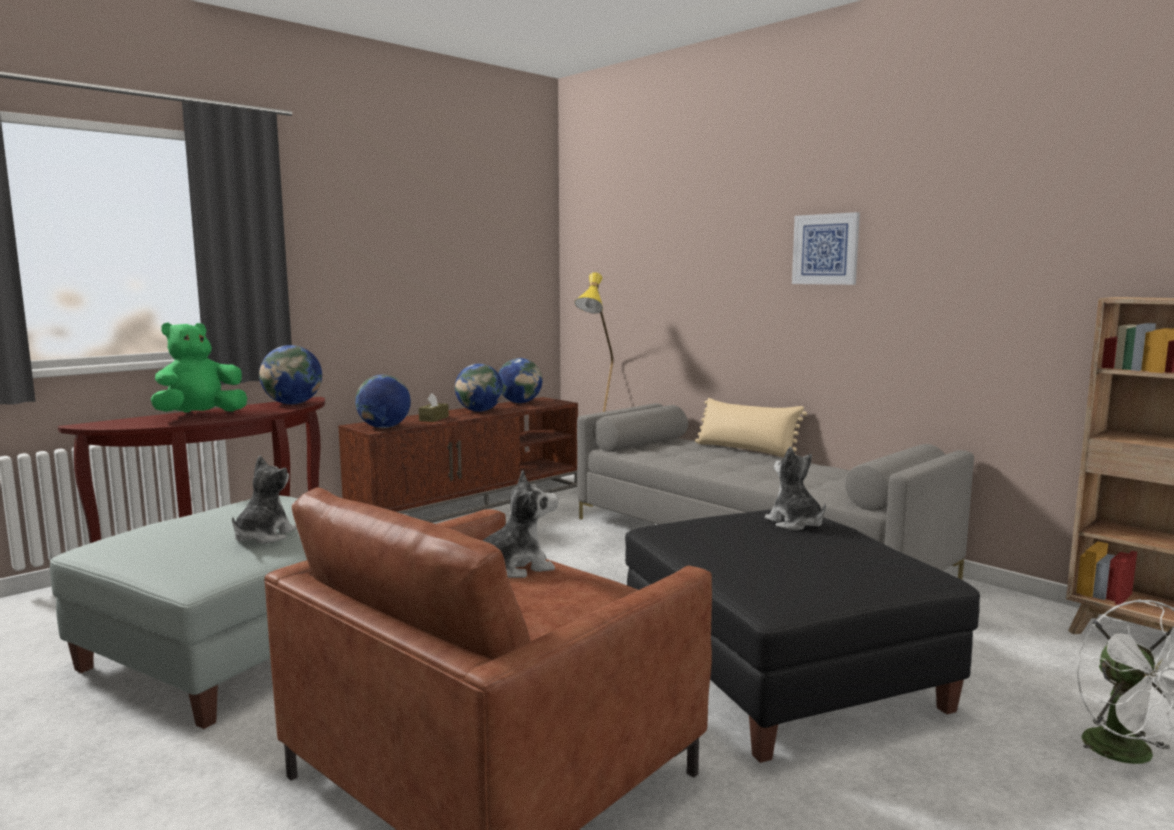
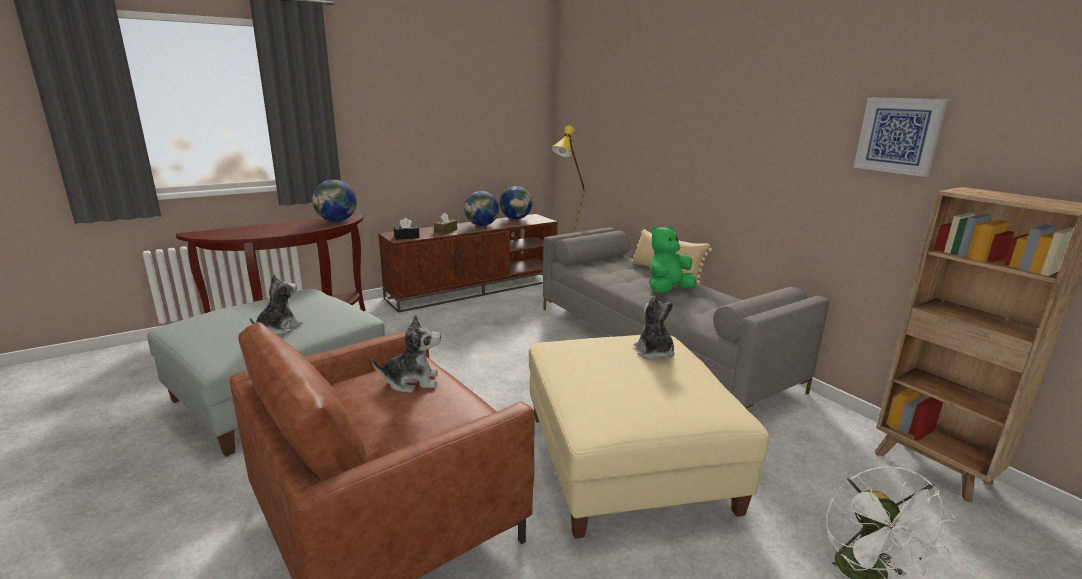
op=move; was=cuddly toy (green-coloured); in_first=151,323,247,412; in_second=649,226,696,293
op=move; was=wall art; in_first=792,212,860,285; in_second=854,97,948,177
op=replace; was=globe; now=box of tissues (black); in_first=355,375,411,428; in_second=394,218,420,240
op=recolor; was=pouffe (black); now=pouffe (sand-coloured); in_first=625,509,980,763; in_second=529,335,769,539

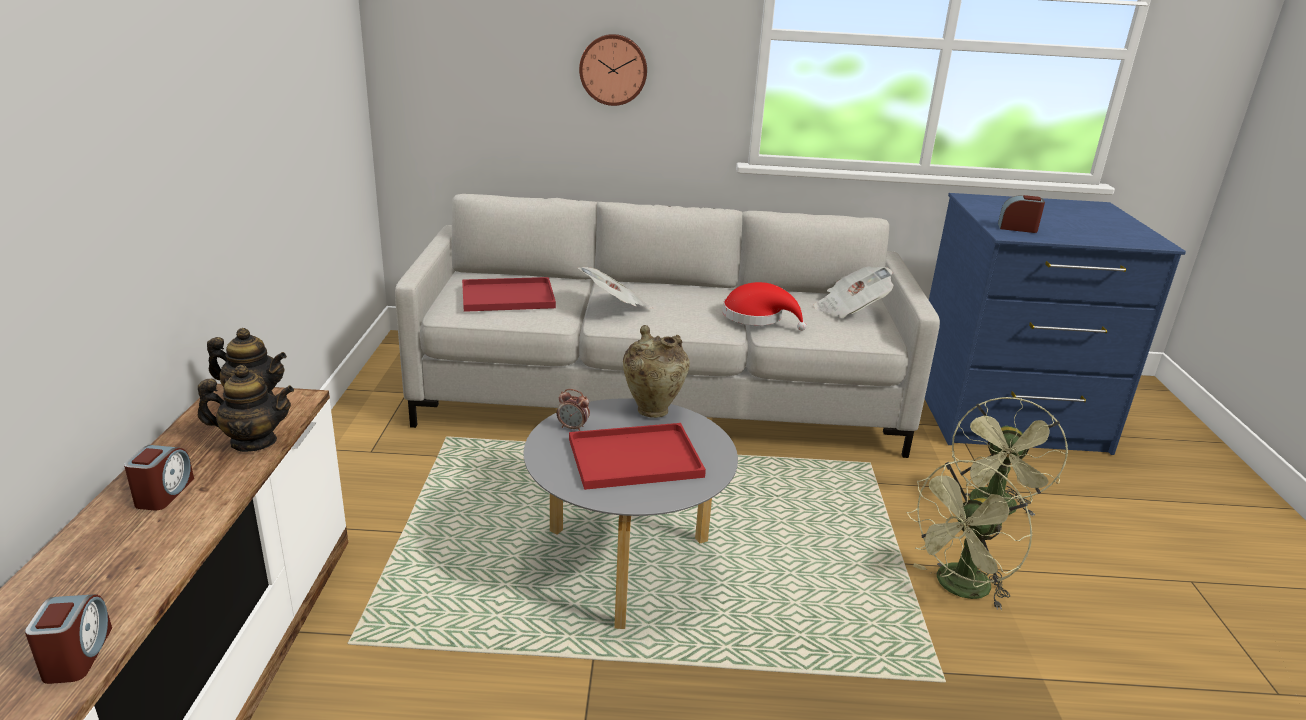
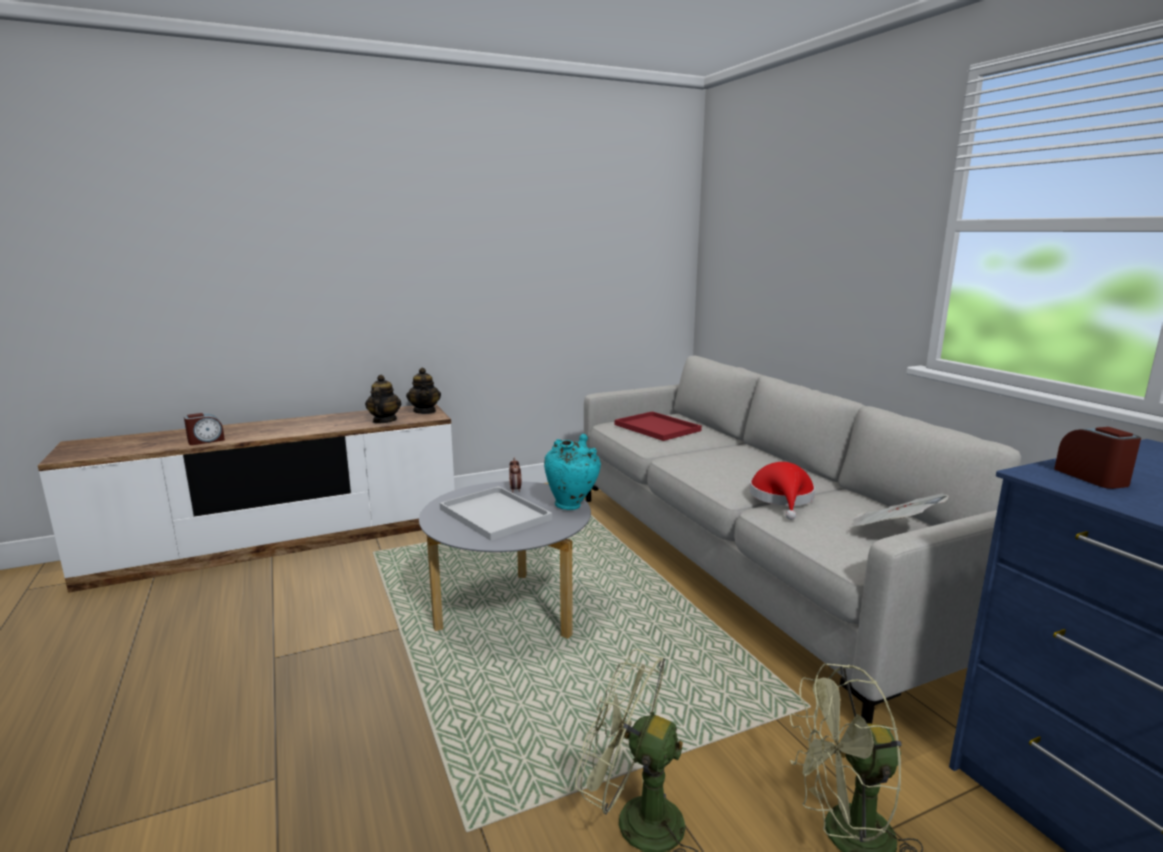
op=delete; was=alarm clock; in_first=124,445,194,511
op=delete; was=daily paper; in_first=578,267,653,309
op=delete; was=clock on the wall; in_first=579,34,647,106
op=recolor; was=serving tray (red-coloured); now=serving tray (white-coloured); in_first=569,423,706,490; in_second=440,486,552,541
op=recolor; was=vase (sand-coloured); now=vase (turquoise); in_first=623,325,690,418; in_second=544,434,601,510
op=rotate; was=teapot; in_first=198,365,294,452; in_second=365,375,401,424; clockwise=-150

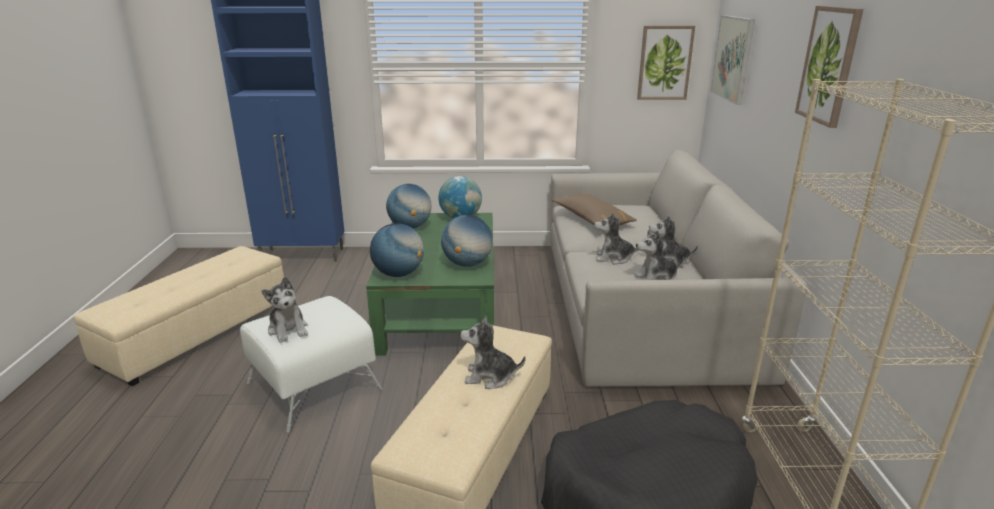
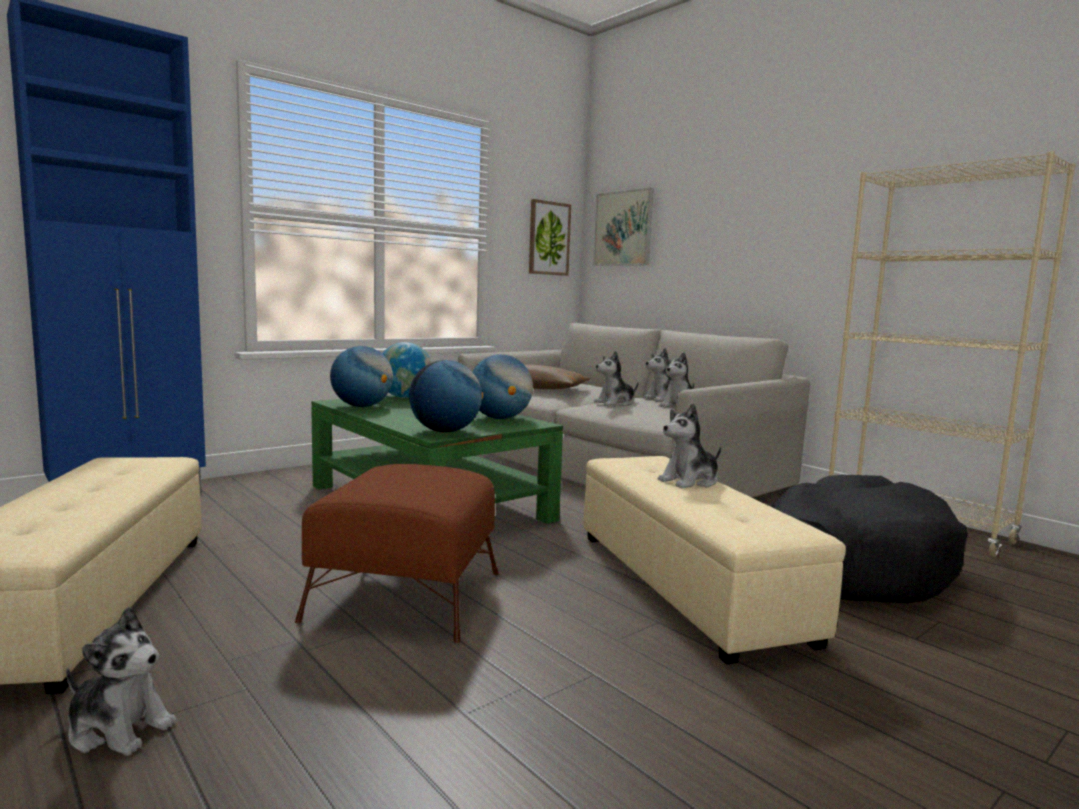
op=delete; was=wall art; in_first=795,6,863,128
op=move; was=cuddly toy; in_first=261,277,308,343; in_second=66,607,177,756
op=recolor; was=pouffe (white-coloured); now=pouffe (brownish); in_first=240,296,383,432; in_second=295,464,498,643

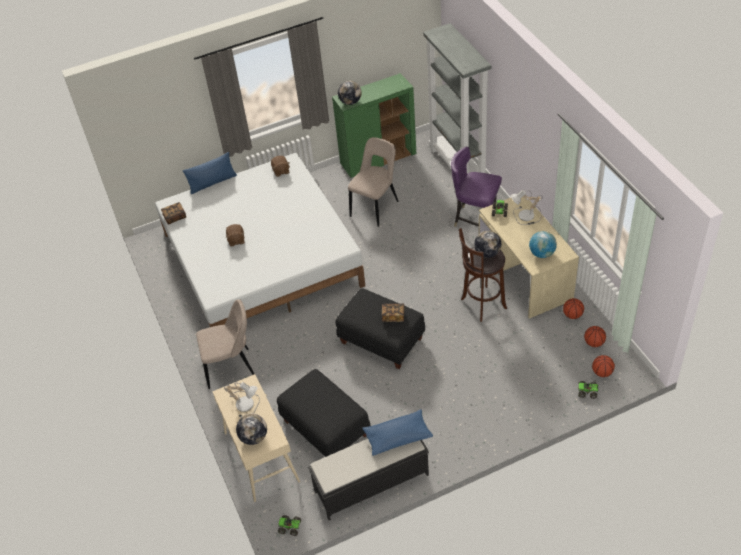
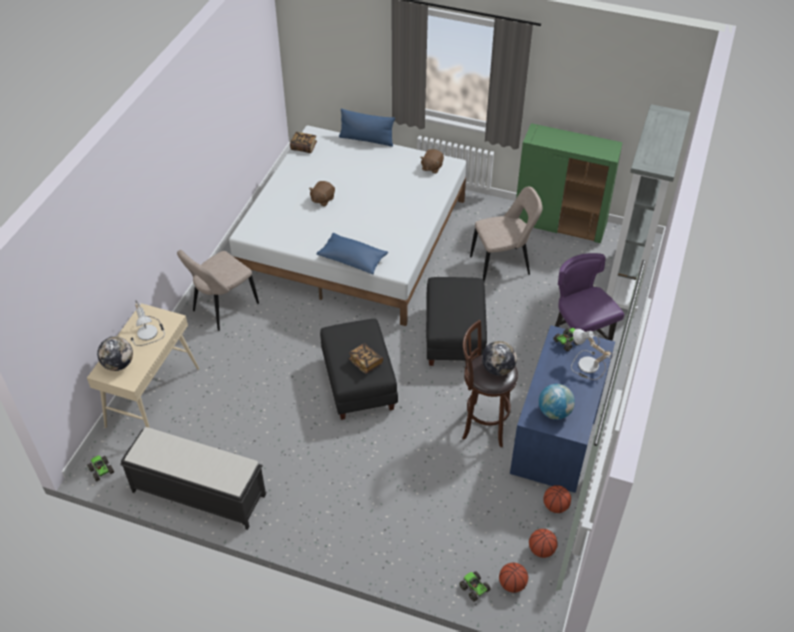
op=delete; was=globe; in_first=338,81,362,105
op=move; was=pouffe (black); in_first=277,369,370,457; in_second=426,277,487,366
op=move; was=cushion (blue); in_first=362,409,433,456; in_second=317,233,388,274
op=recolor; was=desk table (sand-coloured); now=desk table (blue); in_first=479,197,579,319; in_second=510,325,615,493
op=rotate; was=chair (sand-coloured); in_first=196,299,254,389; in_second=177,250,259,331; clockwise=105

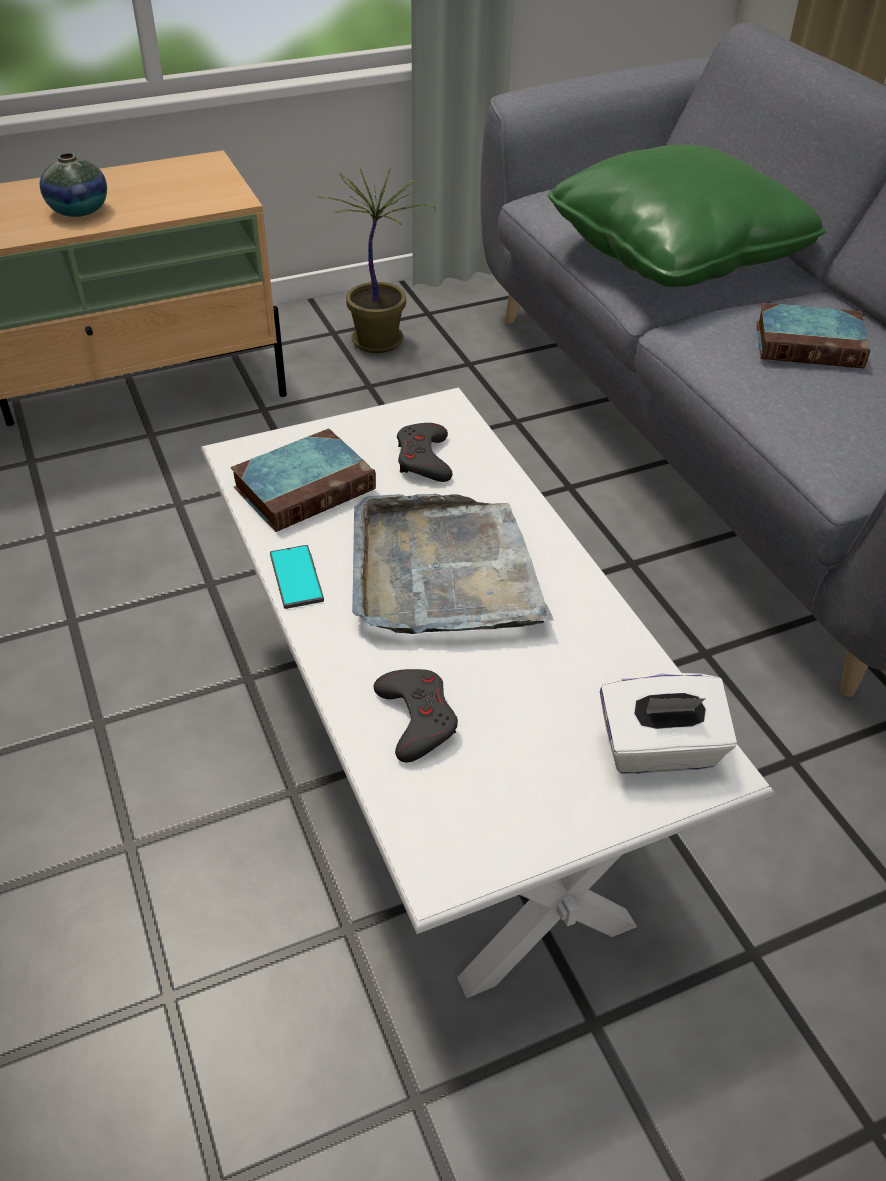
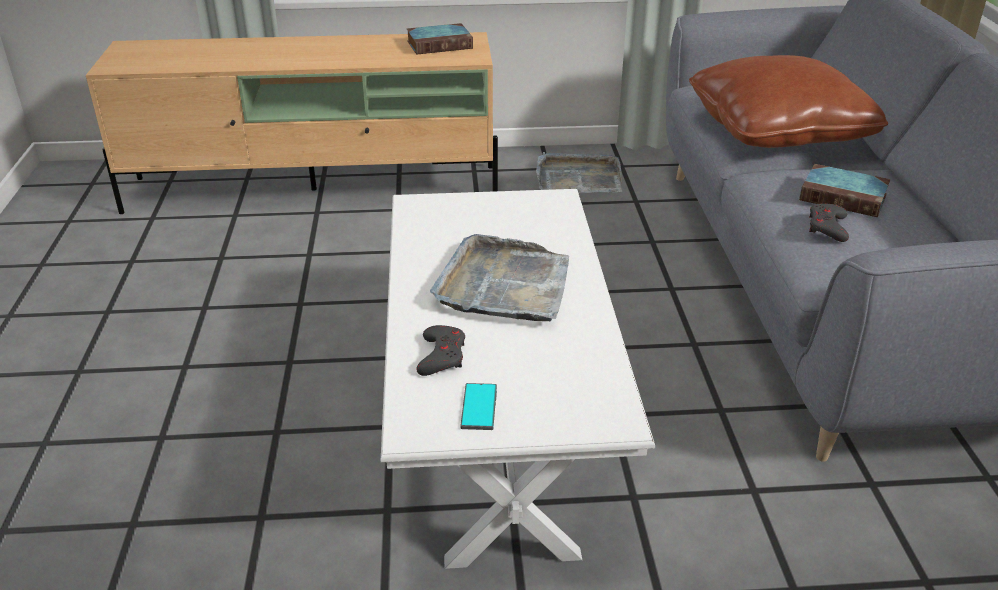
op=delete; was=vase; in_first=40,153,107,217
op=delete; was=box of tissues (white-coloured); in_first=600,673,737,774
op=move; was=bound book; in_first=230,428,376,532; in_second=407,23,473,55
op=move; was=phone; in_first=270,545,324,609; in_second=460,383,497,430
op=move; was=gamepad (grey); in_first=397,423,453,482; in_second=809,204,849,242
op=replace; was=potted plant; now=serving tray (grey); in_first=317,168,436,353; in_second=536,152,622,193
op=recolor; was=cushion (green-coloured); now=cushion (brownish); in_first=548,144,826,287; in_second=689,55,888,148

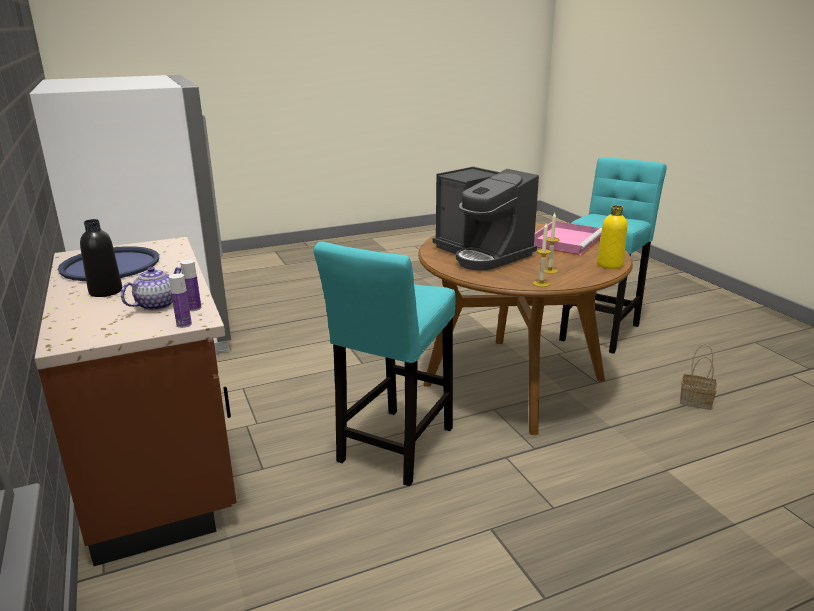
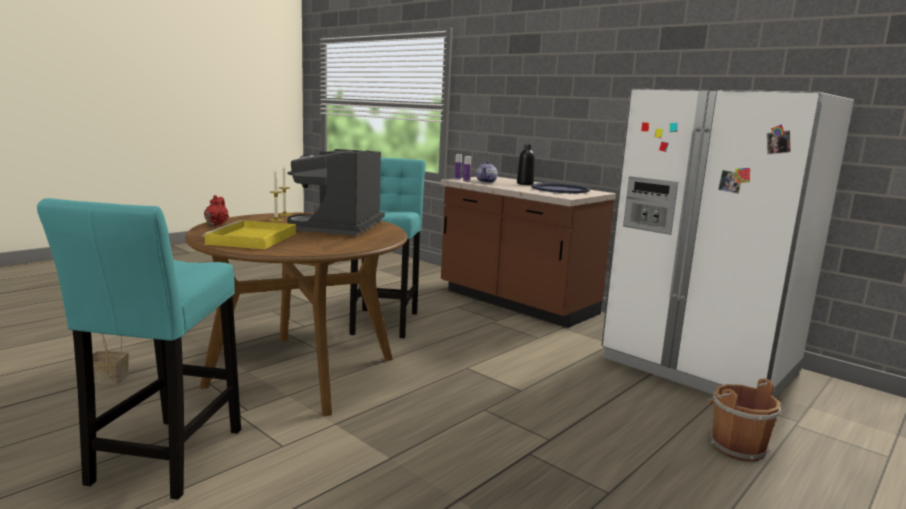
op=insert; now=pail (brownish); in_second=706,378,781,461
op=replace; was=drink bottle (yellow); now=teapot (red-coloured); in_first=597,206,627,269; in_second=204,195,229,226
op=recolor; was=serving tray (pinkish); now=serving tray (yellow); in_first=534,221,602,255; in_second=202,220,296,249
op=rotate; was=coffee brewer; in_first=432,167,539,270; in_second=287,149,385,236; clockwise=-105

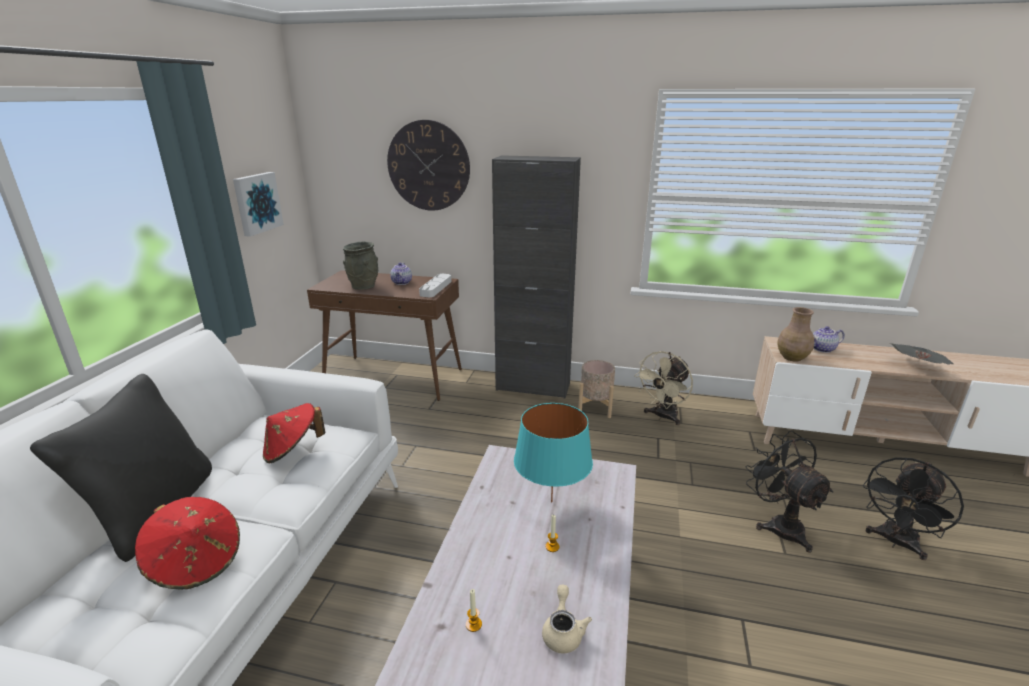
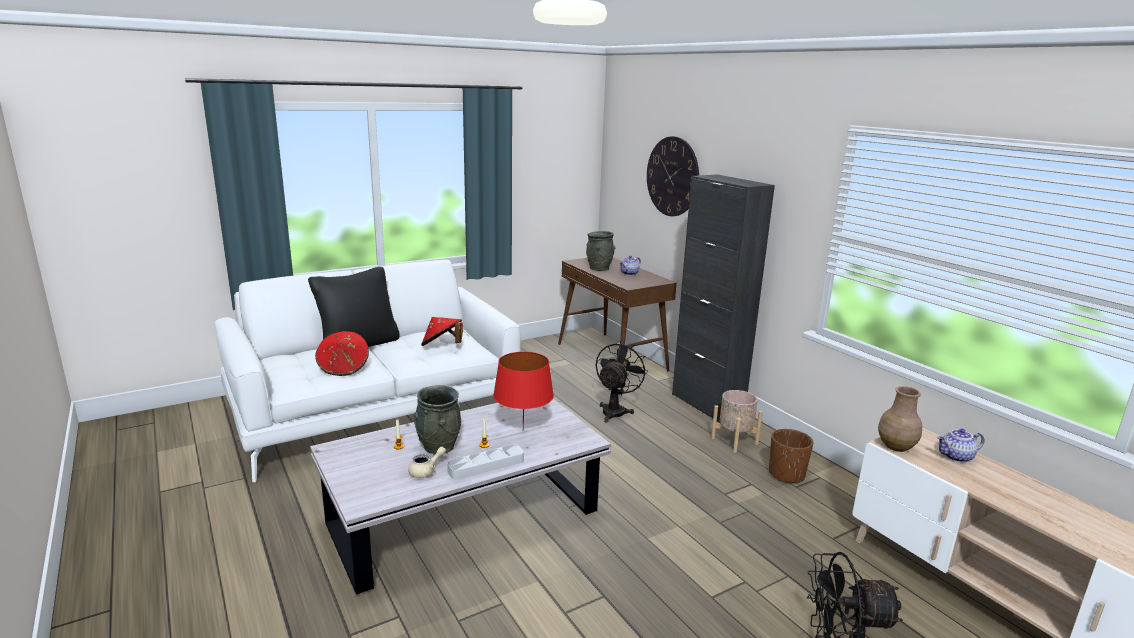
op=delete; was=wall art; in_first=233,172,284,237
op=delete; was=daily paper; in_first=890,343,954,365
op=insert; now=vase (grey); in_second=414,385,461,454
op=move; was=serving tray (grey); in_first=419,274,452,297; in_second=447,444,524,480
op=move; was=electric fan (black); in_first=746,430,834,553; in_second=595,341,648,423
op=replace; was=electric fan (sand-coloured); now=planter (brownish); in_first=634,351,693,425; in_second=769,429,813,483
op=recolor; was=table lamp (turquoise); now=table lamp (red-coloured); in_first=514,403,593,502; in_second=493,352,554,431
op=rotate; was=teapot; in_first=813,326,844,353; in_second=937,429,984,463; clockwise=-45

